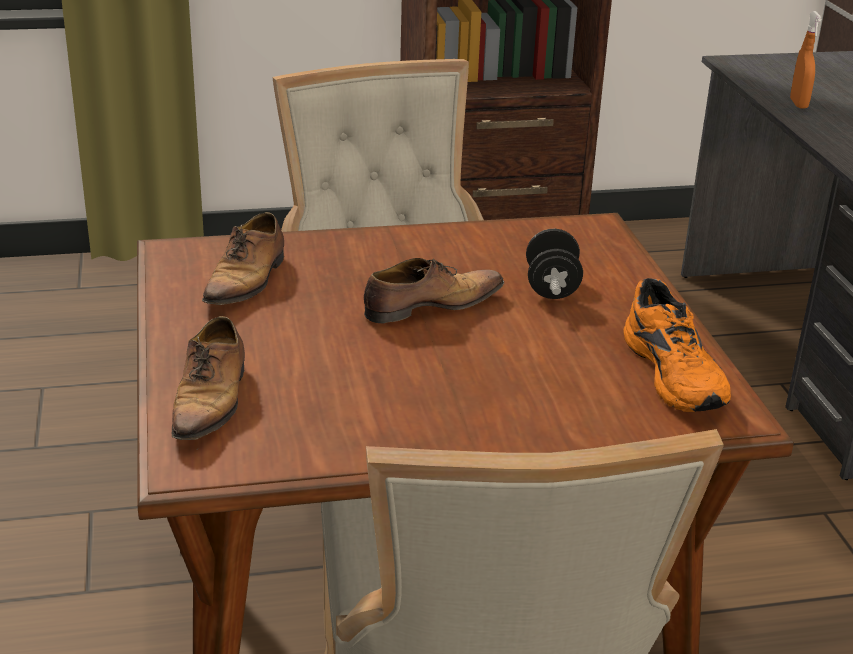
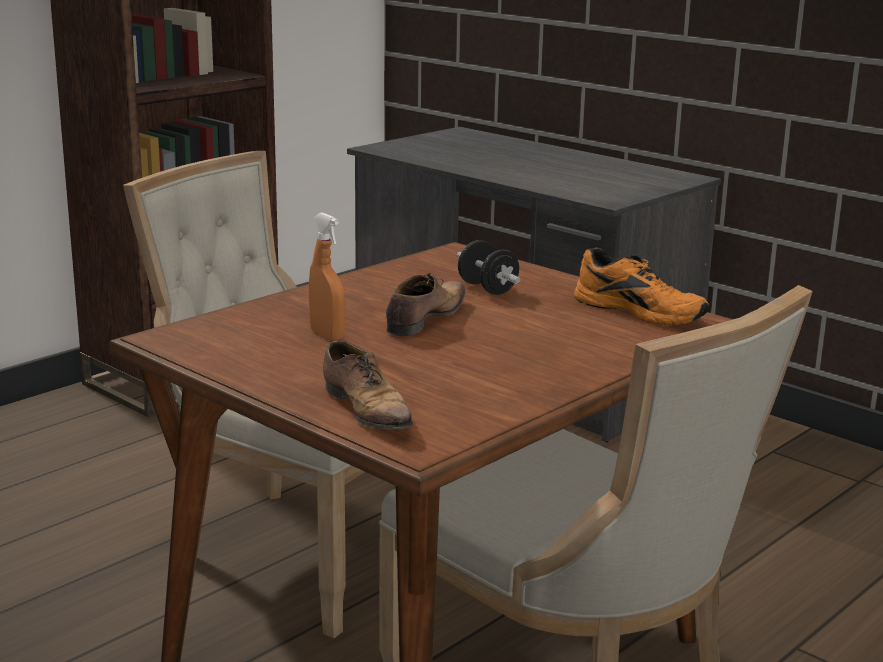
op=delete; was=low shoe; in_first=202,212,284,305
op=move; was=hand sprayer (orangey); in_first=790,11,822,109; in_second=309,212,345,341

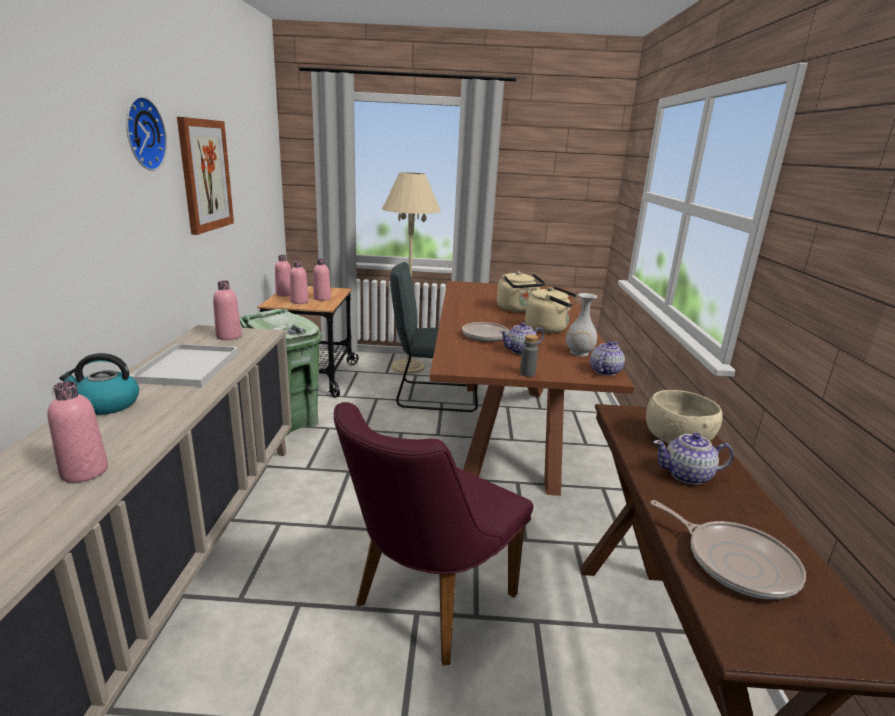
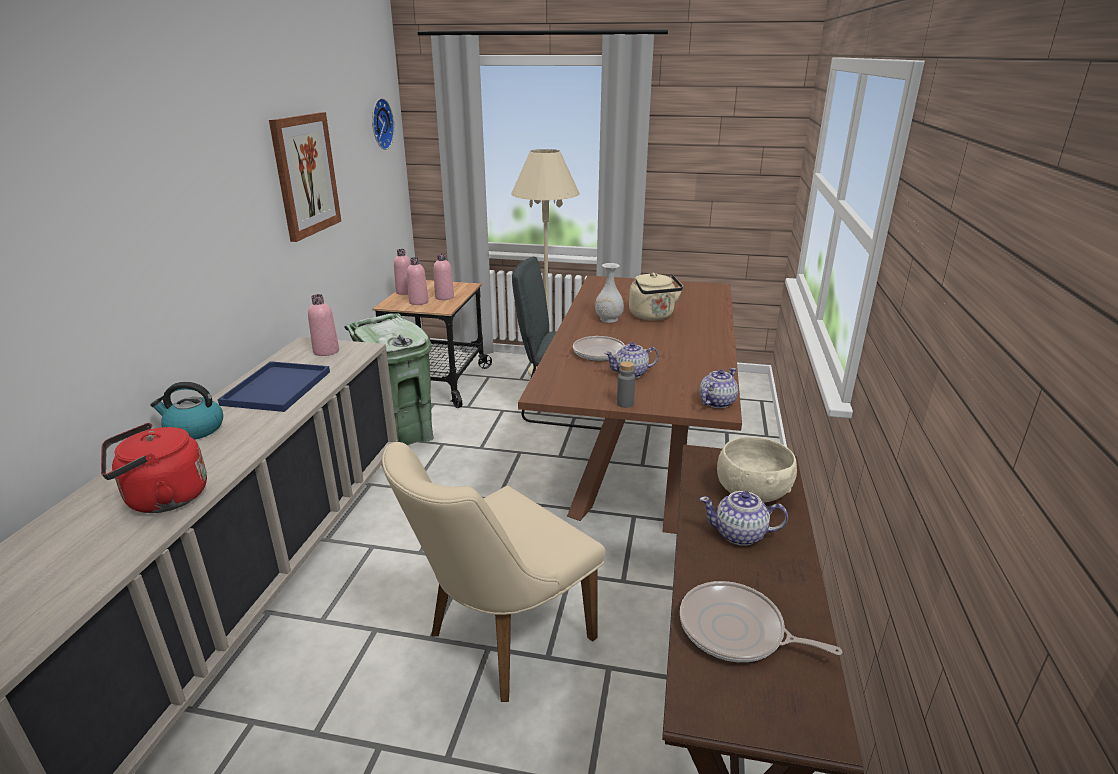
op=delete; was=kettle (sand-coloured); in_first=525,286,577,333
op=move; was=clock on the wall; in_first=126,96,167,171; in_second=372,98,394,150
op=move; was=vase (white-coloured); in_first=566,293,598,356; in_second=595,263,624,323
op=replace; was=drink bottle (pinkish); now=kettle (red-coloured); in_first=48,381,108,483; in_second=101,423,207,513
op=recolor; was=serving tray (white-coloured); now=serving tray (blue); in_first=129,344,238,387; in_second=218,361,330,412
op=recolor; was=chair (purple); now=chair (sand-coloured); in_first=334,402,533,666; in_second=382,442,606,702
op=rotate; was=pan; in_first=650,500,806,599; in_second=680,581,842,662; clockwise=150

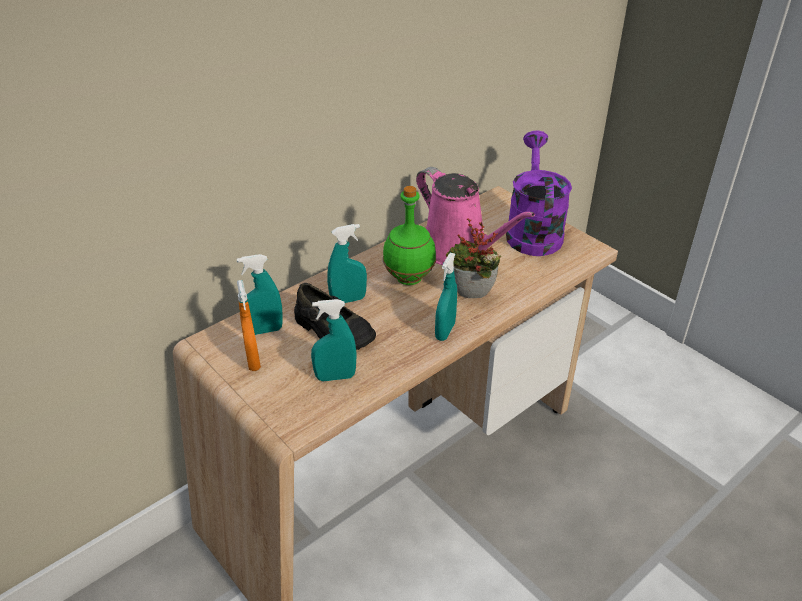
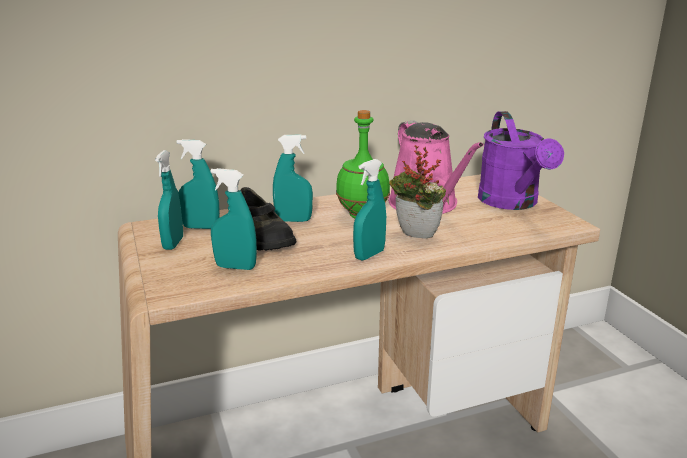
op=recolor; was=hand sprayer (orangey); now=hand sprayer (turquoise); in_first=237,280,261,371; in_second=155,150,183,250
op=rotate; was=sprinkling can (purple); in_first=506,131,572,256; in_second=478,111,564,210; clockwise=150

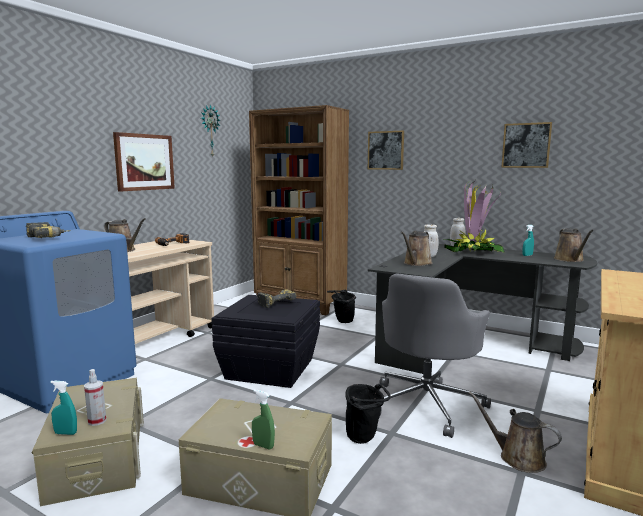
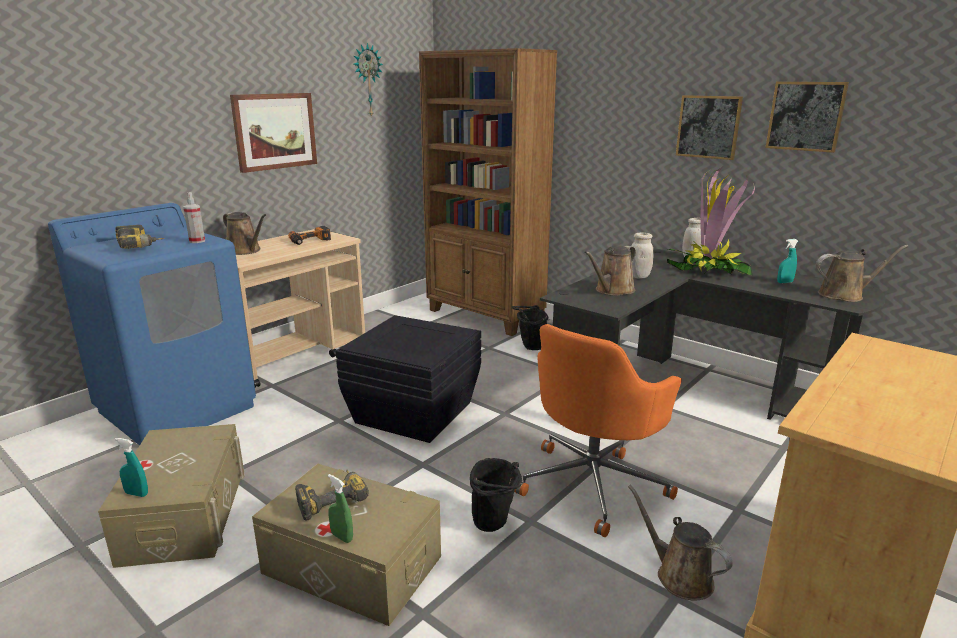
op=move; was=hand sprayer; in_first=84,369,106,426; in_second=184,192,205,243
op=move; was=drill; in_first=257,289,297,308; in_second=295,470,369,521
op=move; was=wall art; in_first=368,131,404,170; in_second=676,95,743,160
op=recolor; was=desk chair (grey); now=desk chair (orangey); in_first=379,273,491,438; in_second=514,324,682,537
op=rotate; was=sprinkling can (brownish); in_first=554,228,594,262; in_second=816,245,909,302; clockwise=-105

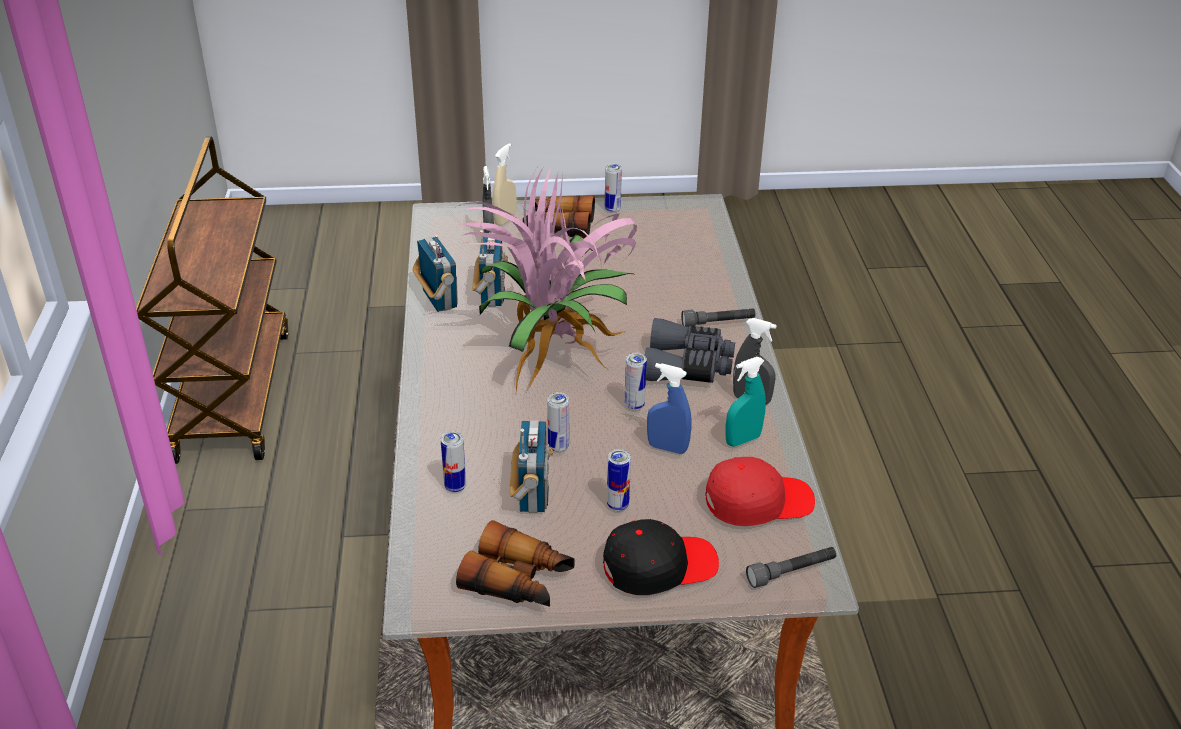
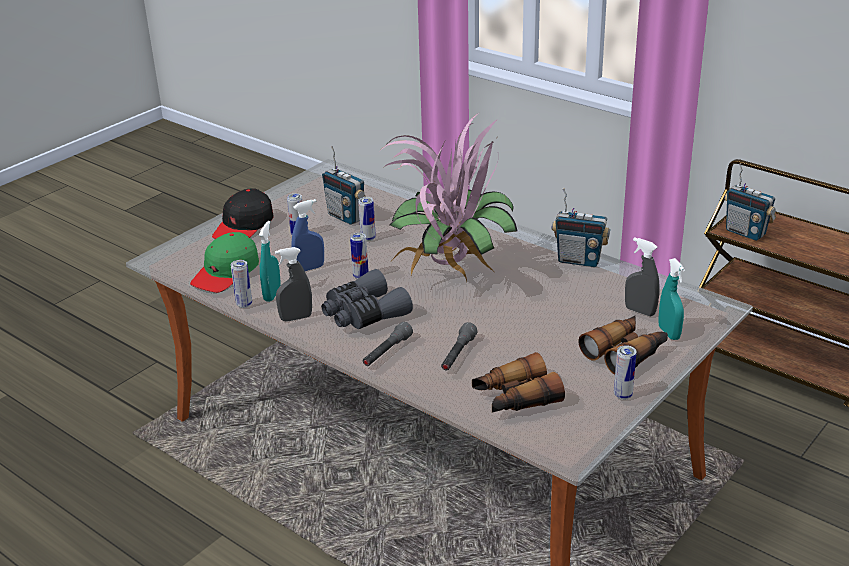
op=move; was=sealed can; in_first=441,431,466,493; in_second=231,260,252,308
op=move; was=field glasses; in_first=456,520,575,607; in_second=472,352,565,413
op=move; was=radio; in_first=472,230,508,307; in_second=724,163,776,241
op=move; was=flashlight (grey); in_first=746,547,836,588; in_second=441,322,477,371
op=recolor; was=hand sprayer (sand-coloured); now=hand sprayer (turquoise); in_first=492,143,517,226; in_second=658,258,685,340
op=recolor; was=baseball cap (red-coloured); now=baseball cap (green-coloured); in_first=705,457,815,526; in_second=190,232,259,293

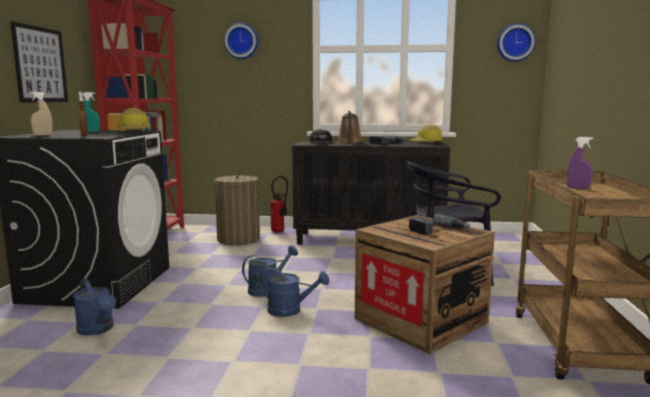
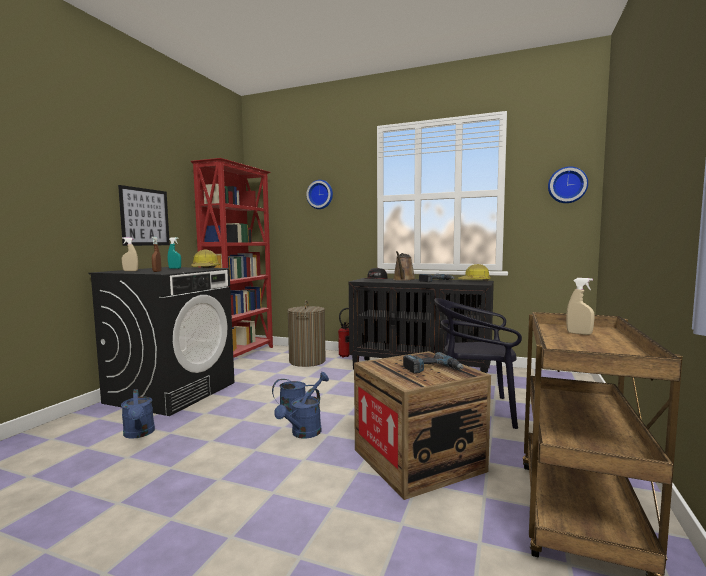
op=recolor; was=hand sprayer (purple); now=hand sprayer (sand-coloured); in_first=567,137,593,189; in_second=566,278,595,335
op=rotate; was=sprinkling can (blue); in_first=259,267,329,317; in_second=274,388,322,439; clockwise=90

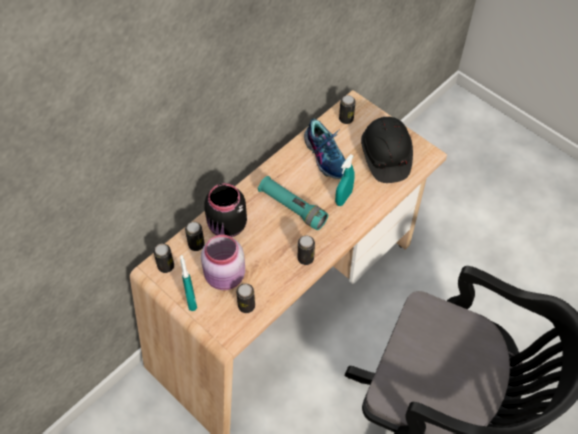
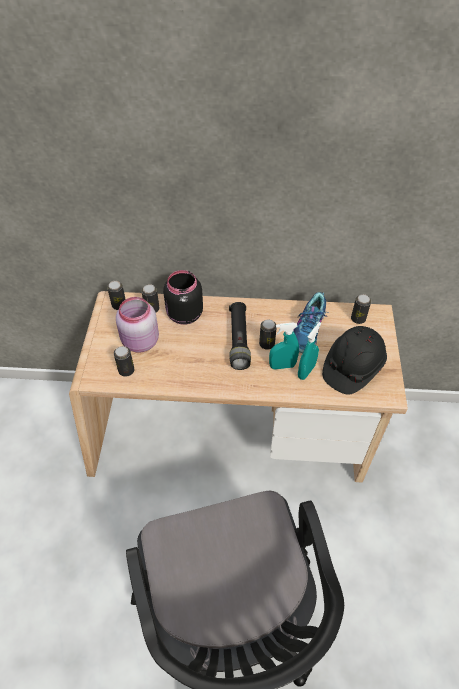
op=move; was=hand sprayer (turquoise); in_first=180,255,197,311; in_second=298,322,321,380
op=move; was=sealed can; in_first=298,236,315,265; in_second=259,319,277,350
op=recolor; was=flashlight (turquoise); now=flashlight (black); in_first=258,176,328,230; in_second=229,302,251,370

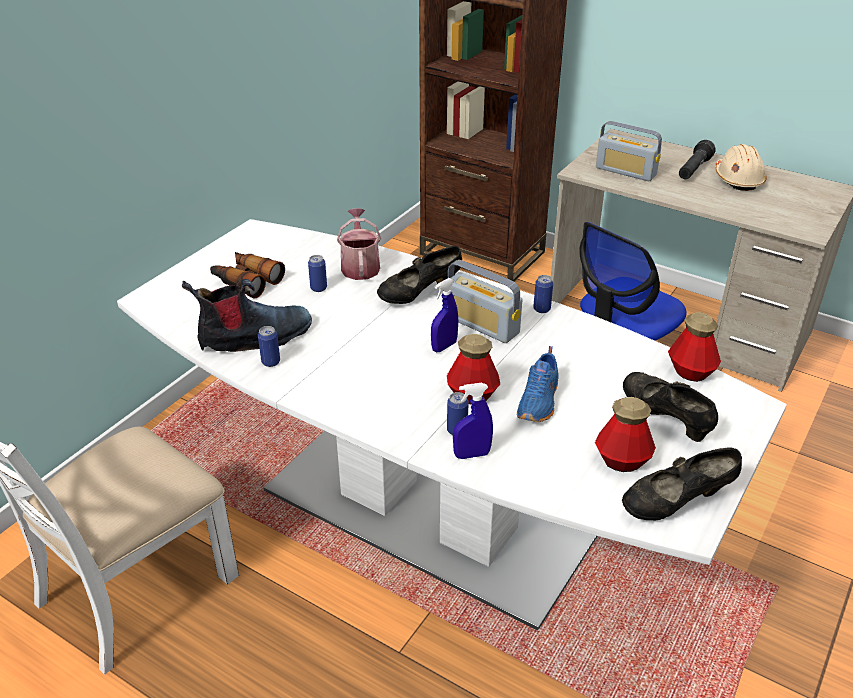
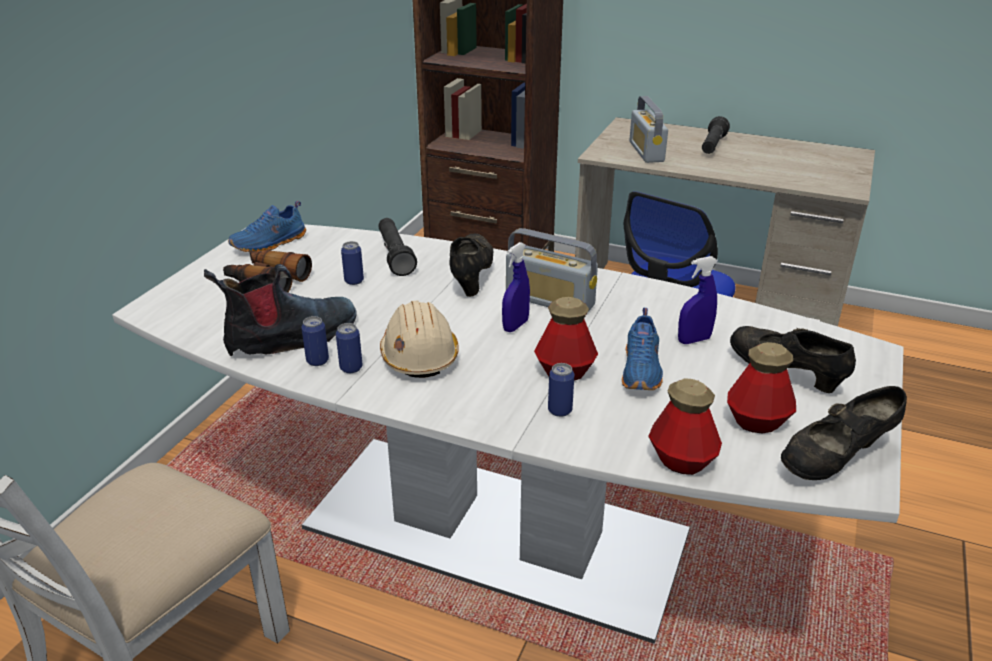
op=insert; now=low shoe (blue); in_second=228,201,306,252
op=move; was=hand sprayer (blue); in_first=453,383,493,459; in_second=678,256,718,344
op=move; was=sealed can; in_first=533,275,553,313; in_second=336,323,363,373
op=move; was=drink bottle; in_first=668,312,721,382; in_second=648,378,722,475
op=move; was=hard hat (sand-coloured); in_first=715,144,767,191; in_second=380,300,459,378
op=replace; was=sprinkling can; now=flashlight (black); in_first=337,208,381,280; in_second=378,218,417,276
op=rotate; was=low shoe (black); in_first=377,246,462,304; in_second=450,234,493,297; clockwise=135
op=rotate; was=radio; in_first=596,121,662,181; in_second=629,96,668,163; clockwise=60

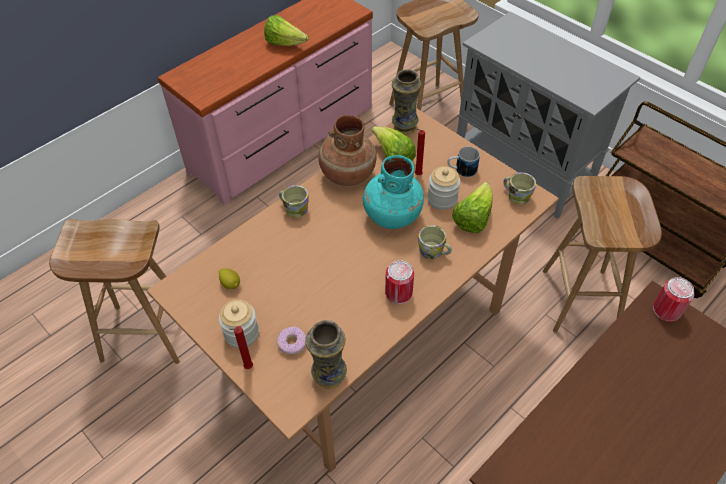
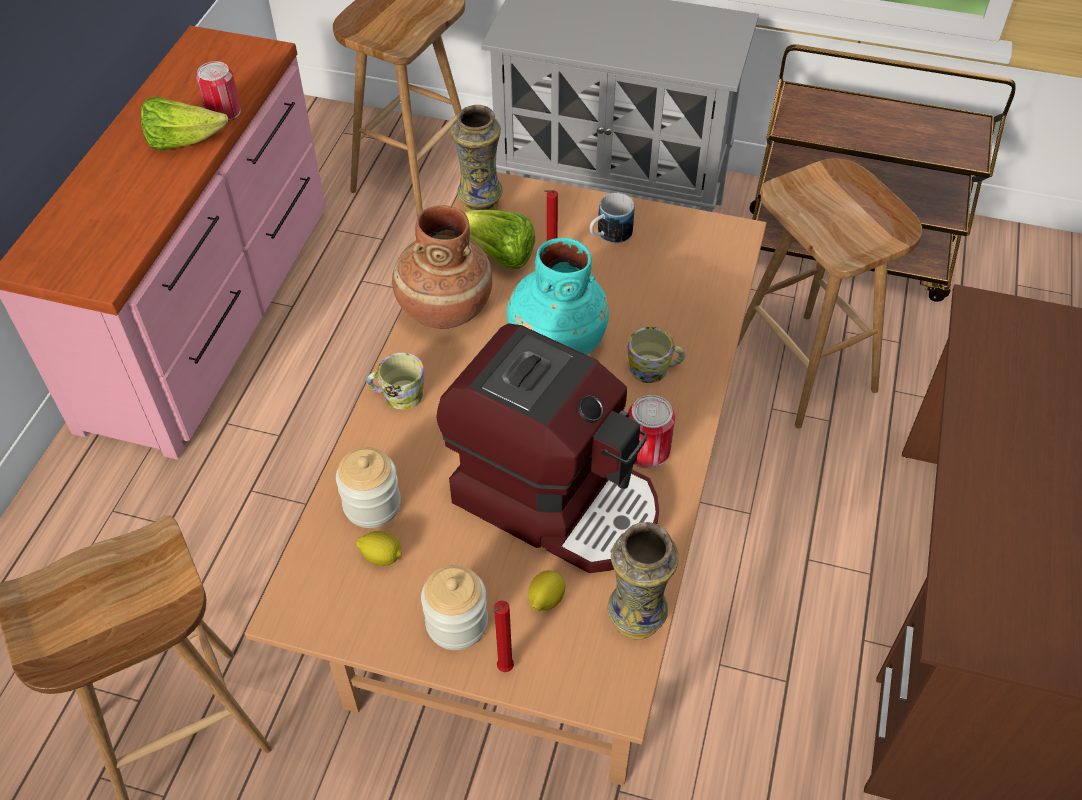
op=delete; was=head of lettuce; in_first=452,182,492,233
op=delete; was=coffee mug; in_first=503,172,536,204
op=insert; now=coffee brewer; in_second=436,323,659,573
op=move; was=jar; in_first=427,166,460,210; in_second=336,447,401,528
op=move; was=sealed can; in_first=653,277,695,322; in_second=196,61,241,122
op=replace; was=doughnut; now=lemon; in_first=277,326,306,355; in_second=528,570,565,611

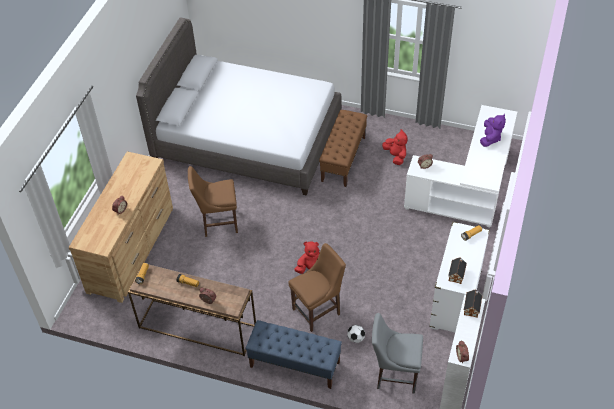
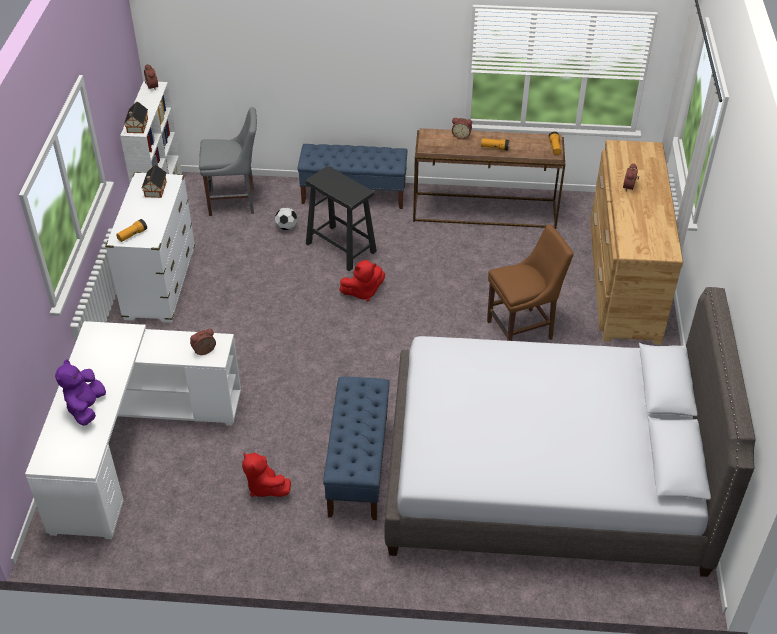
op=replace; was=chair (brownish); now=sitting stool (black); in_first=289,243,346,332; in_second=305,166,377,271
op=recolor; was=bench (brownish); now=bench (blue); in_first=319,110,367,187; in_second=323,377,390,520

